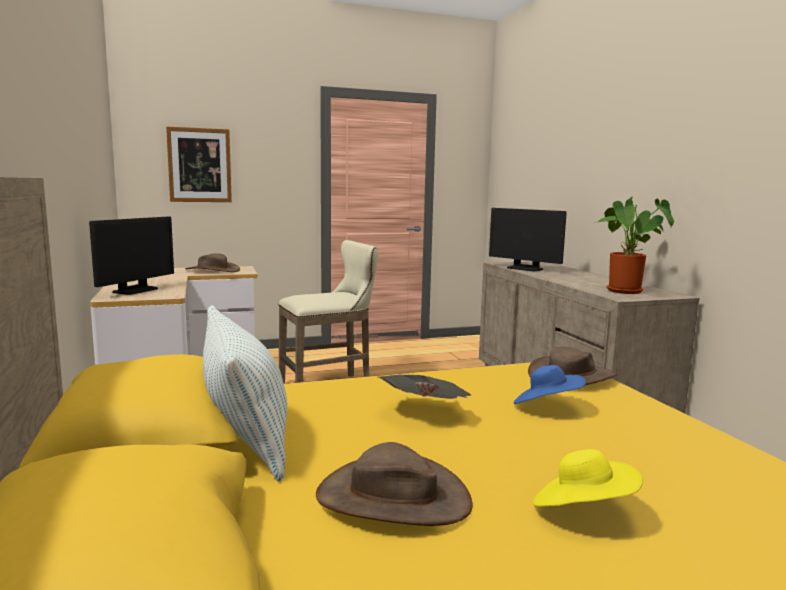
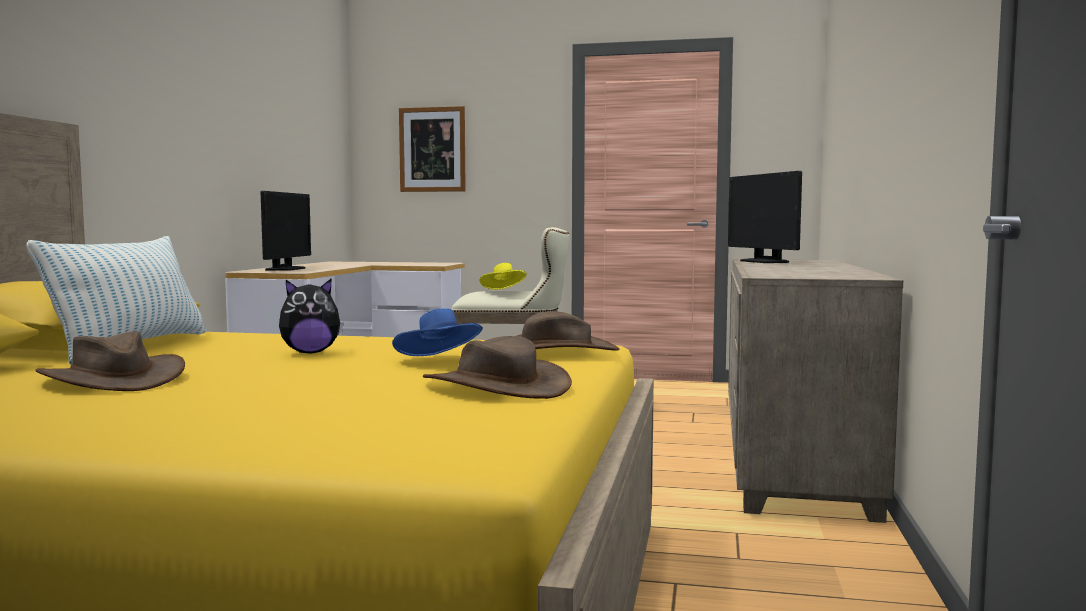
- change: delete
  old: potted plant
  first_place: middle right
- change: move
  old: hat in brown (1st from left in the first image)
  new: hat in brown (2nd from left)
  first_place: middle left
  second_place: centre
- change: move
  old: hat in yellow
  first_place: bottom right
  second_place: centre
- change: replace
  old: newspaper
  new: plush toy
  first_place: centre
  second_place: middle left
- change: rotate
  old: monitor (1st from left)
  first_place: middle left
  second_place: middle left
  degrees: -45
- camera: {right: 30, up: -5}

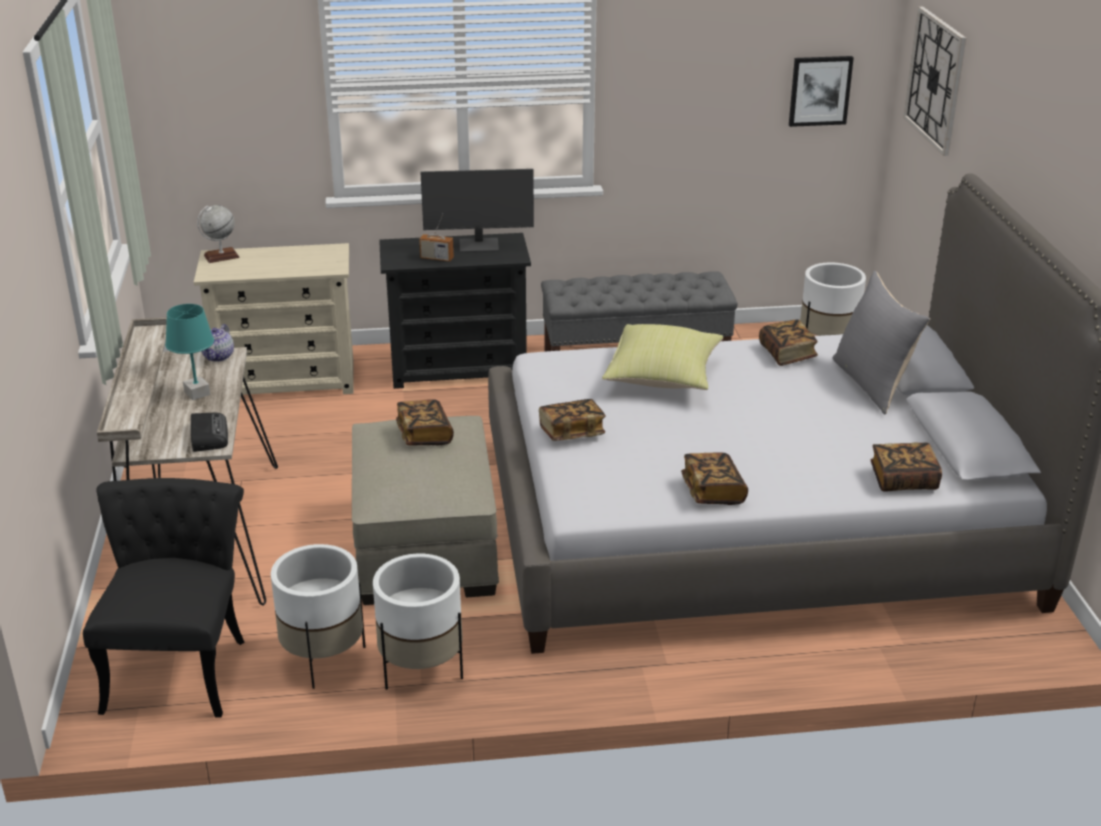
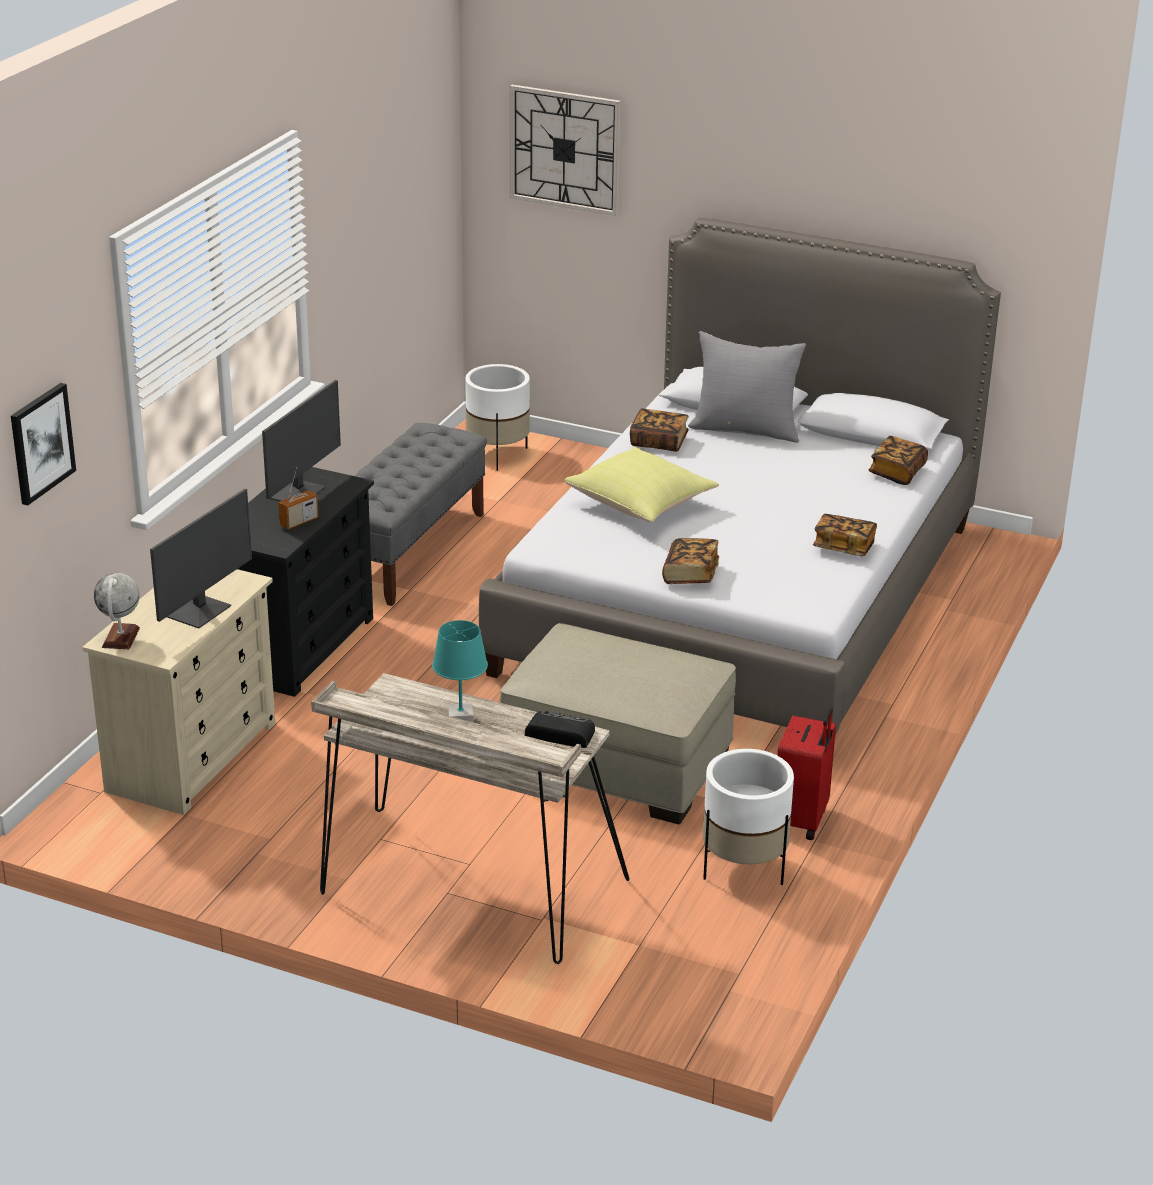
- change: delete
  old: chair in black
  first_place: bottom left
- change: delete
  old: teapot
  first_place: middle left
- change: delete
  old: book (1st from left)
  first_place: centre
- change: insert
  new: monitor (1st from left)
  second_place: middle left
- change: move
  old: picture
  first_place: top right
  second_place: middle left
- change: replace
  old: planter in white (2nd from left)
  new: suitcase in red
  first_place: bottom centre
  second_place: middle right
- camera: {right: -60, up: 0}

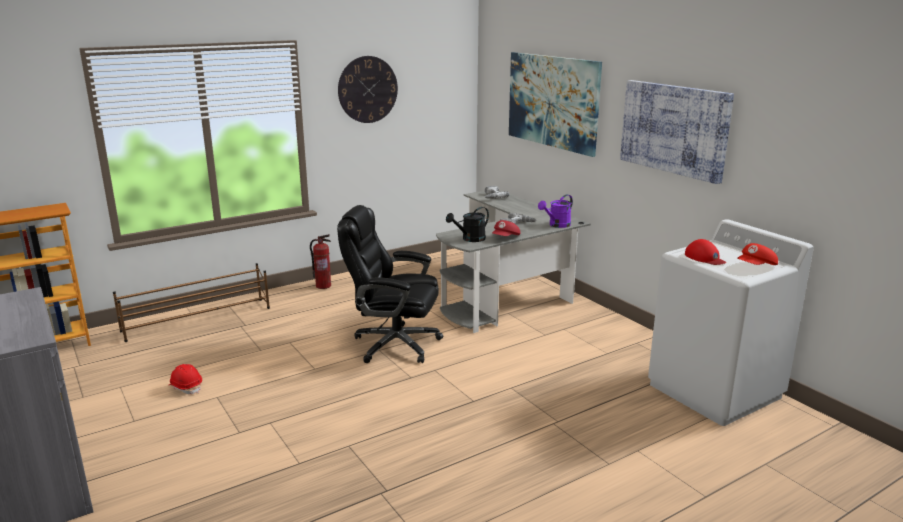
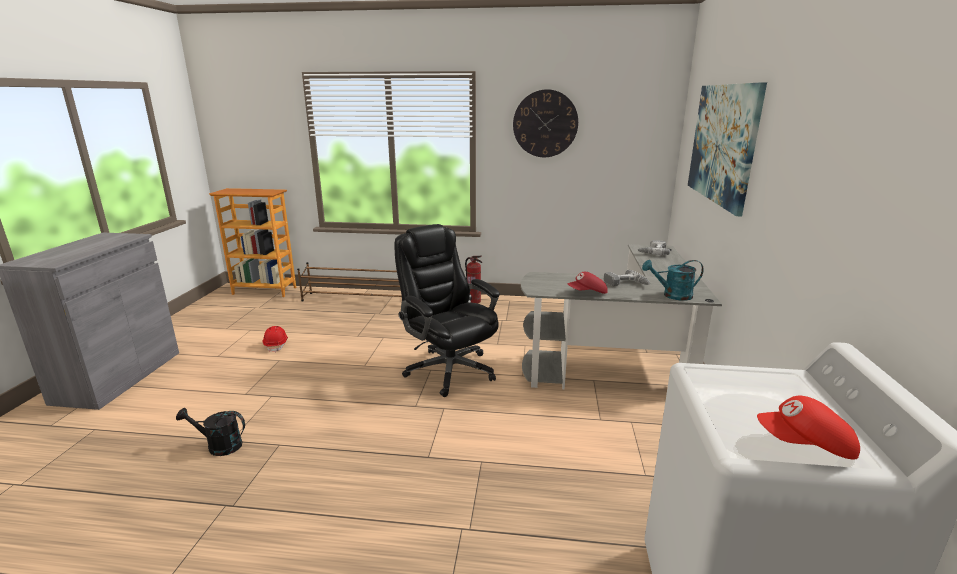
- change: delete
  old: picture (2nd from left)
  first_place: top right
- change: delete
  old: cap in red (2nd from left)
  first_place: middle right
- change: move
  old: watering can in black
  first_place: centre
  second_place: bottom left
- change: recolor
  old: watering can in purple
  new: watering can in turquoise
  first_place: centre
  second_place: middle right
- camera: {right: 40, up: 0}

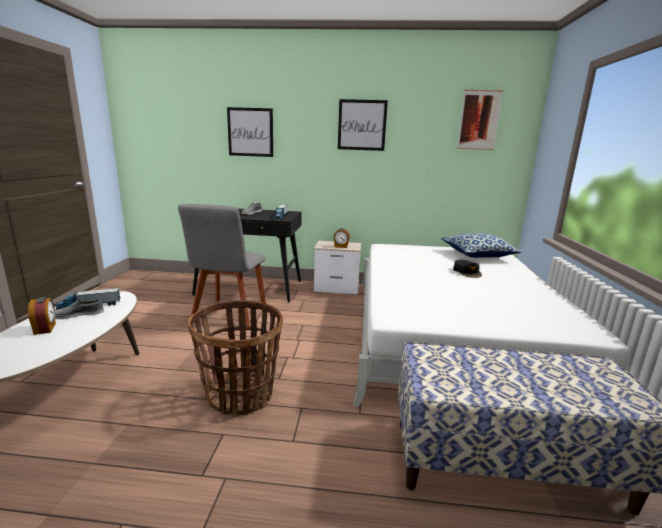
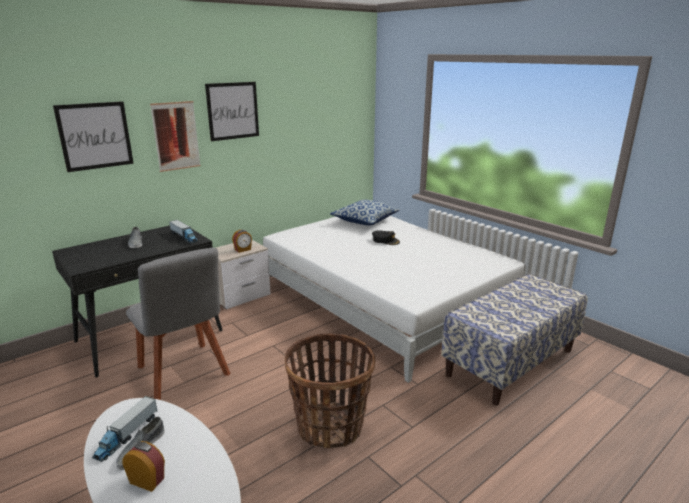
- change: move
  old: picture (3rd from left in the first image)
  new: picture (2nd from left)
  first_place: top right
  second_place: top left
- camera: {right: -45, up: 5}

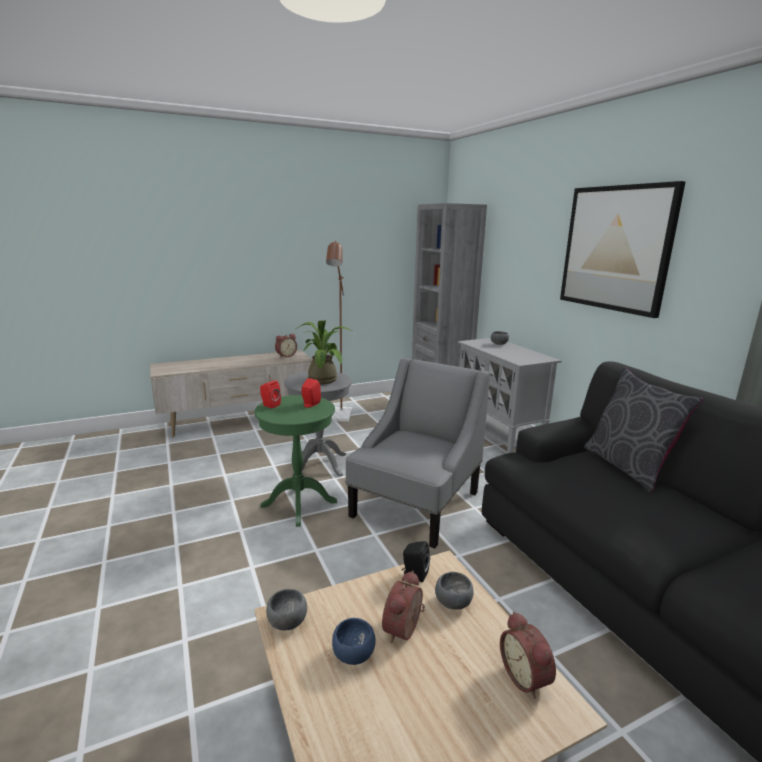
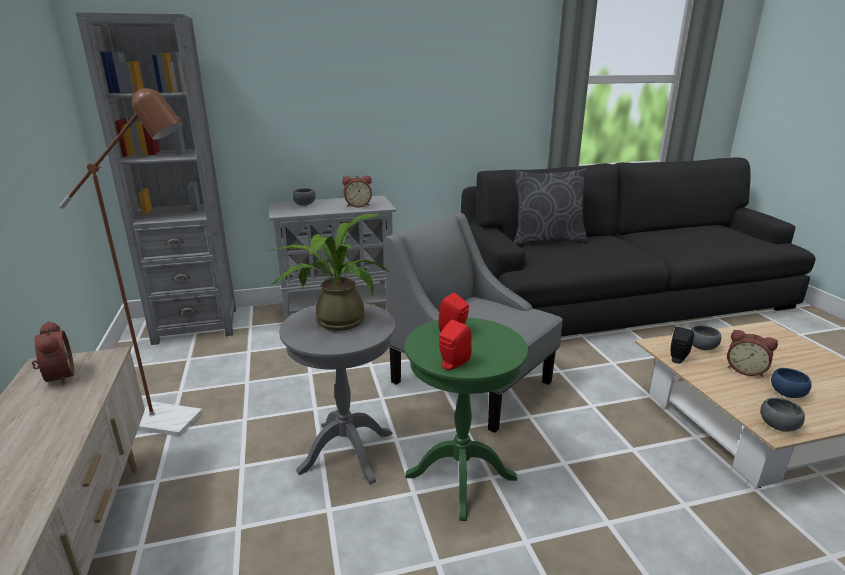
- change: delete
  old: picture
  first_place: top right
- change: move
  old: alarm clock (3rd from left in the first image)
  new: alarm clock (2nd from left)
  first_place: bottom right
  second_place: centre
- camera: {right: -80, up: 5}

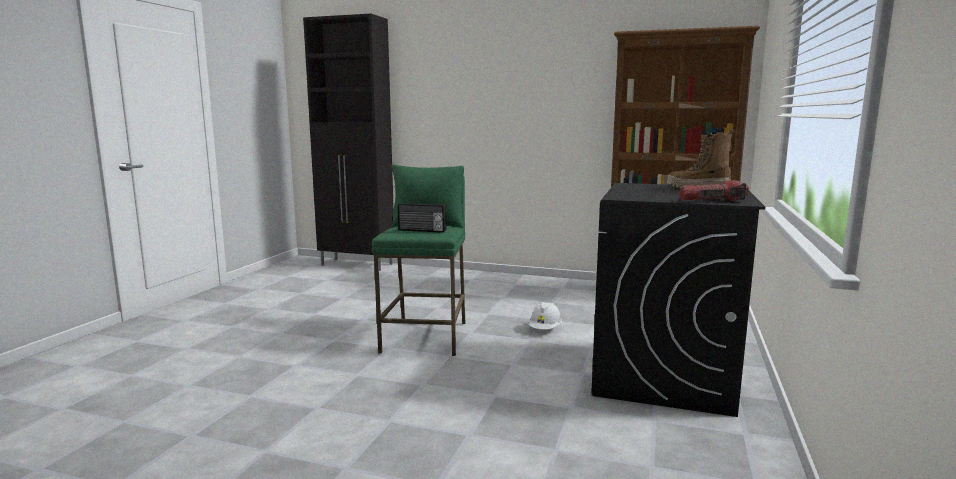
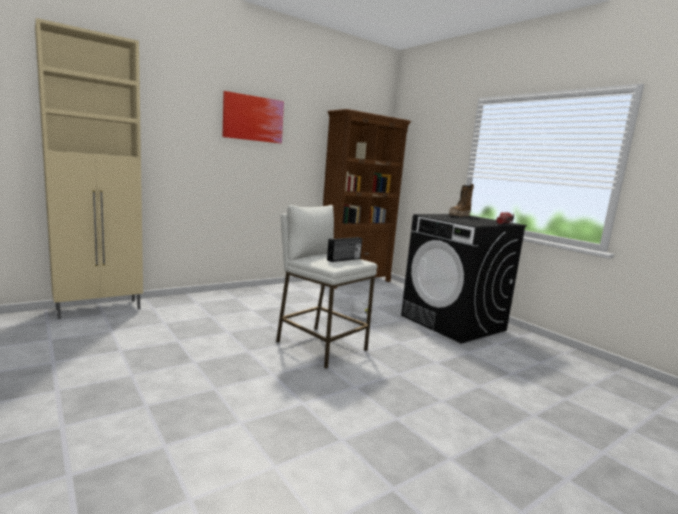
- change: insert
  new: picture
  second_place: top centre
- change: recolor
  old: cabinet in black
  new: cabinet in beige
  first_place: top centre
  second_place: top left
- change: recolor
  old: stool in green
  new: stool in white
  first_place: centre
  second_place: centre
- camera: {right: -55, up: 0}

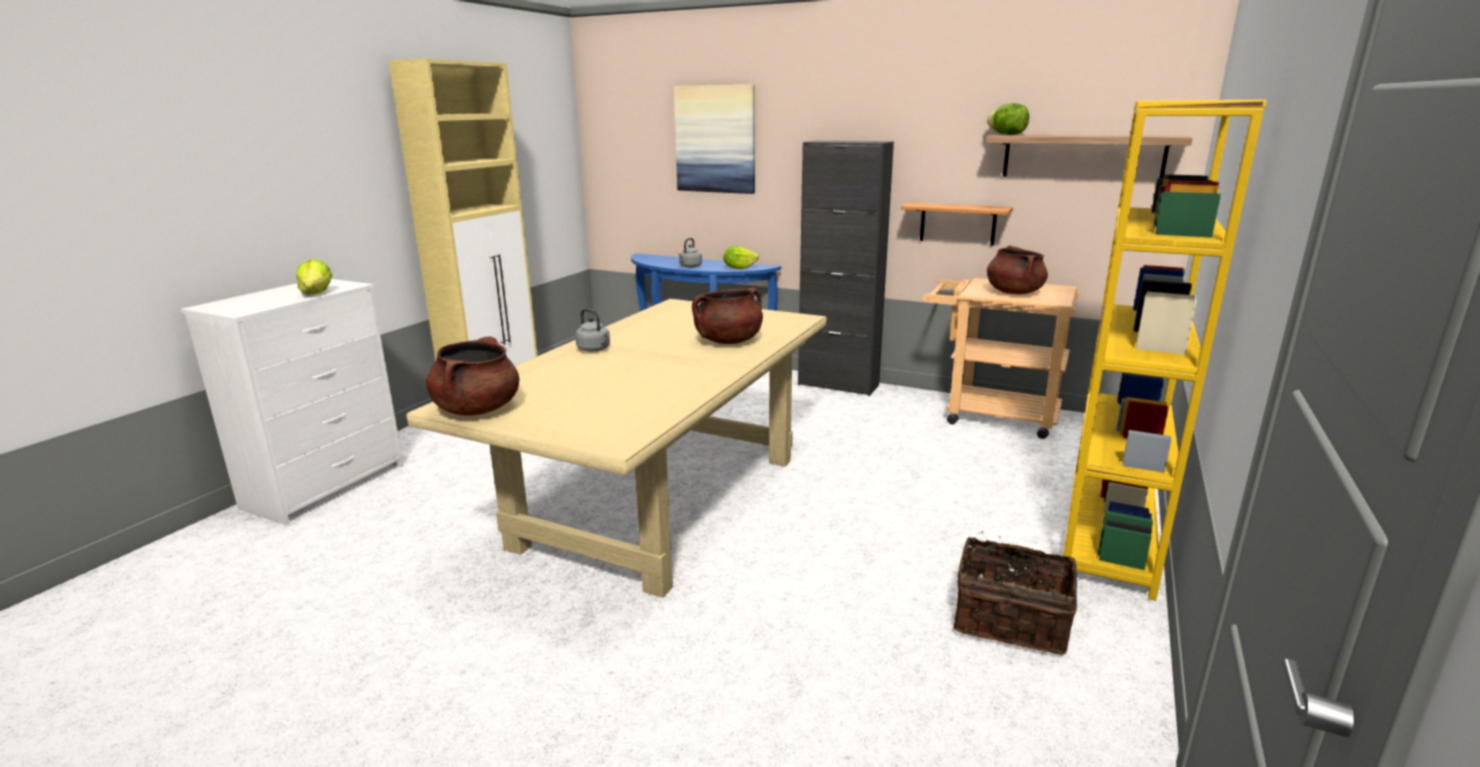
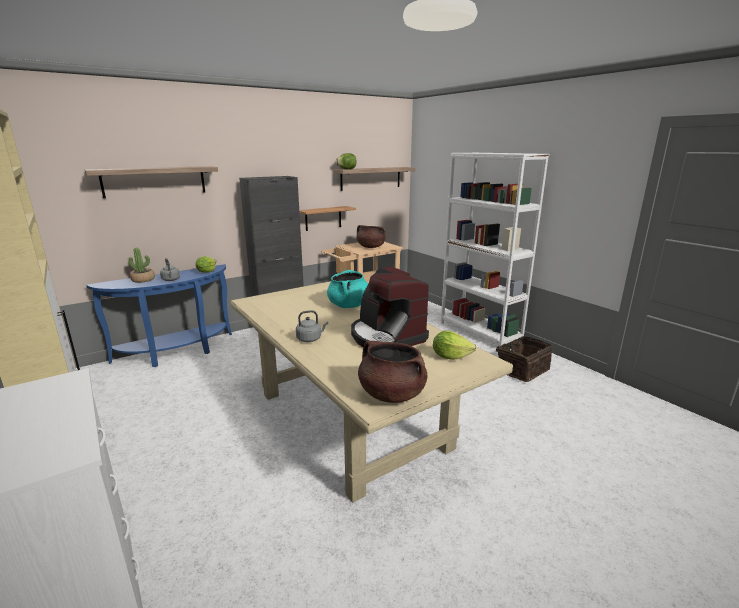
- change: insert
  new: potted plant
  second_place: middle left
- change: insert
  new: coffee machine
  second_place: centre
- change: move
  old: lettuce (1st from left in the first image)
  new: lettuce (3rd from left)
  first_place: middle left
  second_place: centre
- change: replace
  old: picture
  new: shelf (1st from left)
  first_place: top centre
  second_place: top left
- change: recolor
  old: cooking pot in brown (2nd from left)
  new: cooking pot in turquoise
  first_place: centre
  second_place: centre
- change: recolor
  old: bookcase in yellow
  new: bookcase in white
  first_place: middle right
  second_place: middle right
- camera: {right: -60, up: 0}

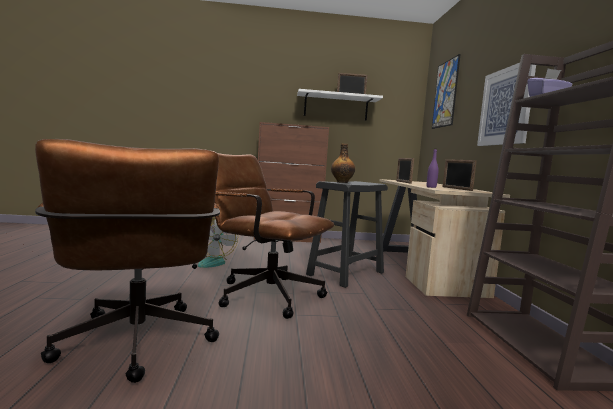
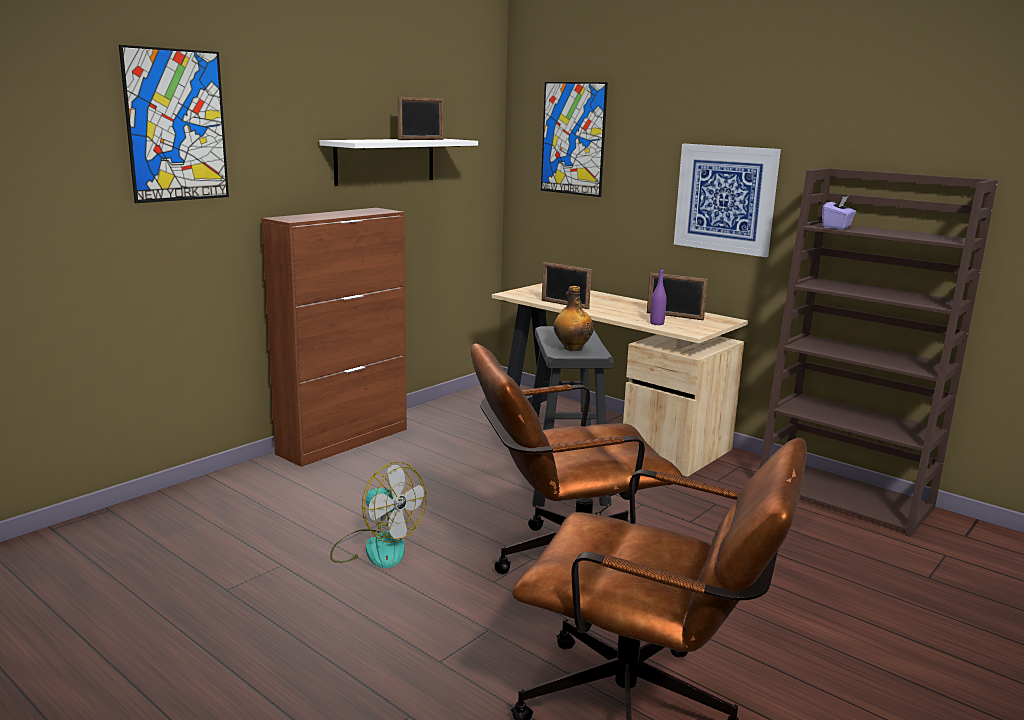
- change: insert
  new: picture (1st from left)
  second_place: top left
- camera: {right: -45, up: 10}

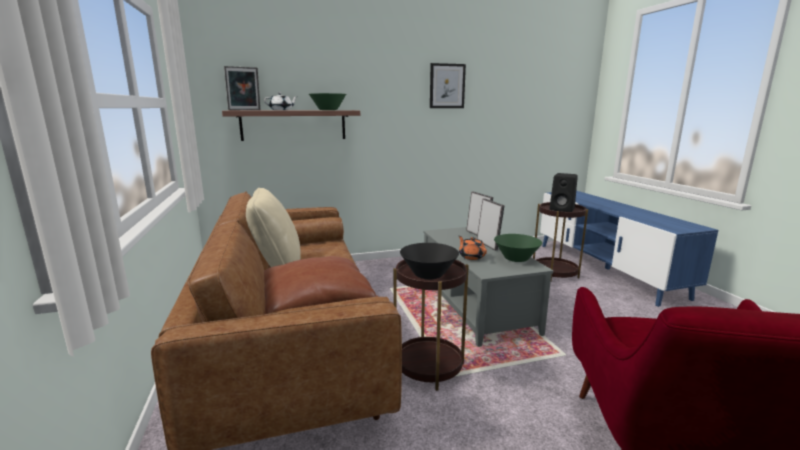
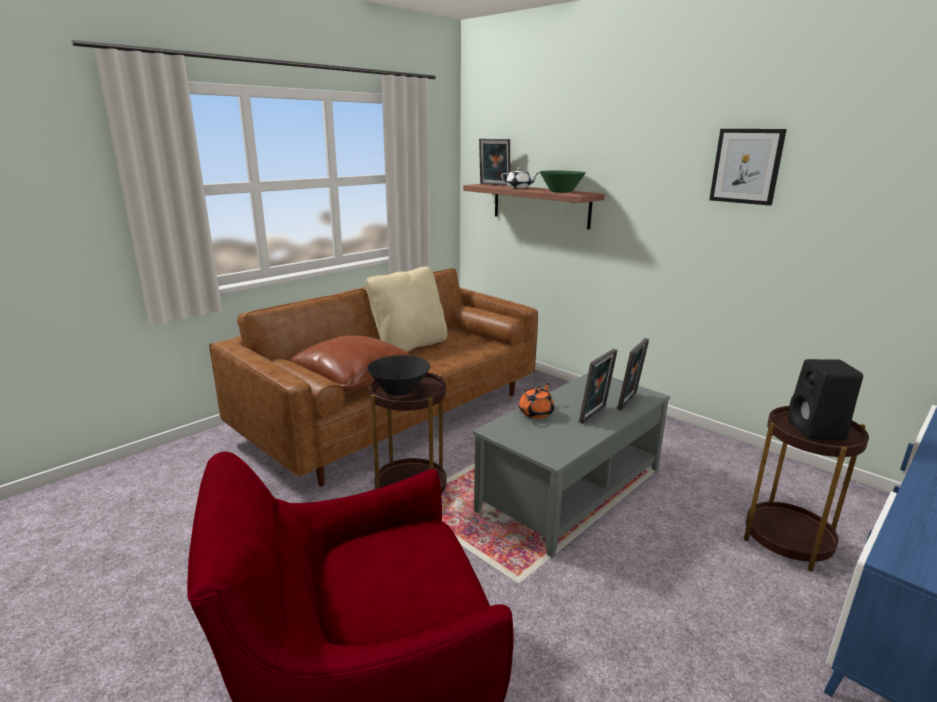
- change: delete
  old: bowl in green (2nd from left)
  first_place: centre
- camera: {right: 60, up: 5}

